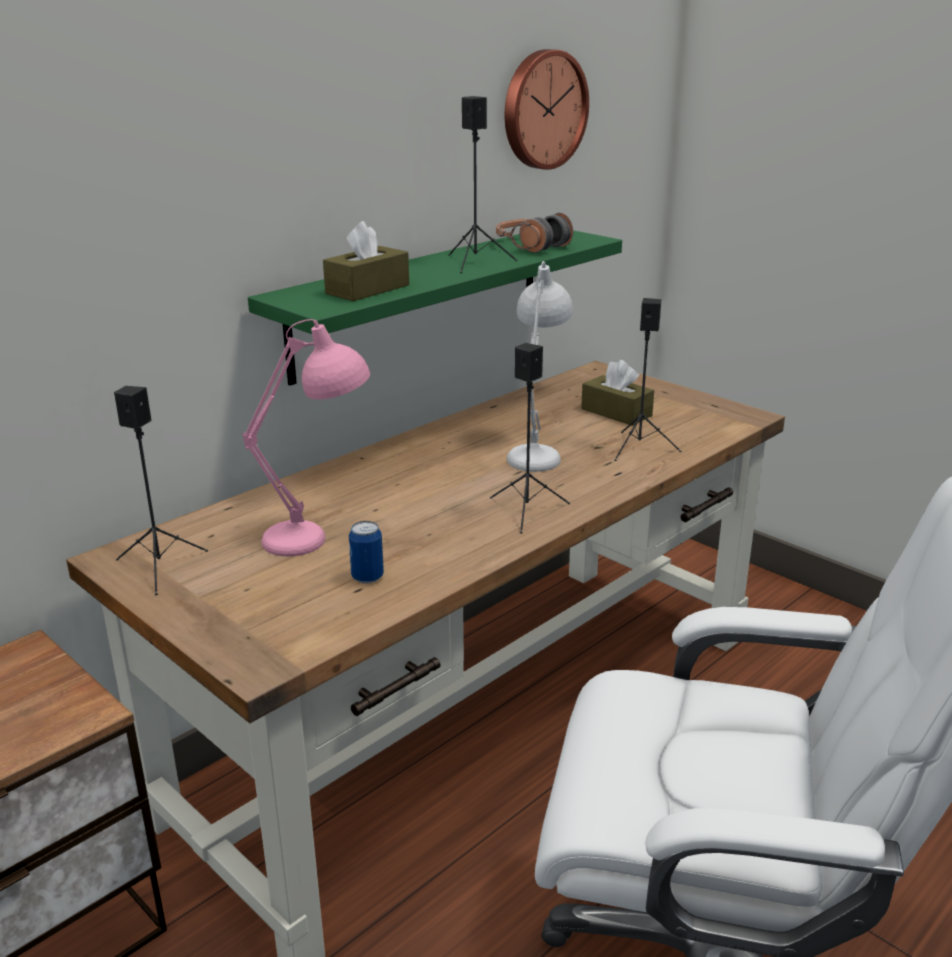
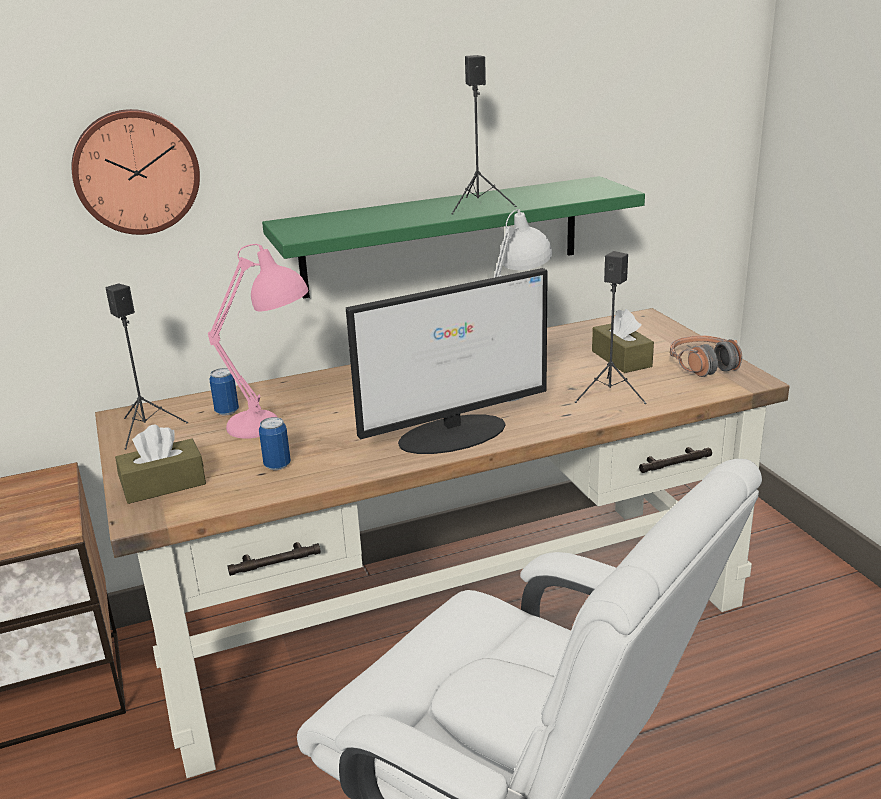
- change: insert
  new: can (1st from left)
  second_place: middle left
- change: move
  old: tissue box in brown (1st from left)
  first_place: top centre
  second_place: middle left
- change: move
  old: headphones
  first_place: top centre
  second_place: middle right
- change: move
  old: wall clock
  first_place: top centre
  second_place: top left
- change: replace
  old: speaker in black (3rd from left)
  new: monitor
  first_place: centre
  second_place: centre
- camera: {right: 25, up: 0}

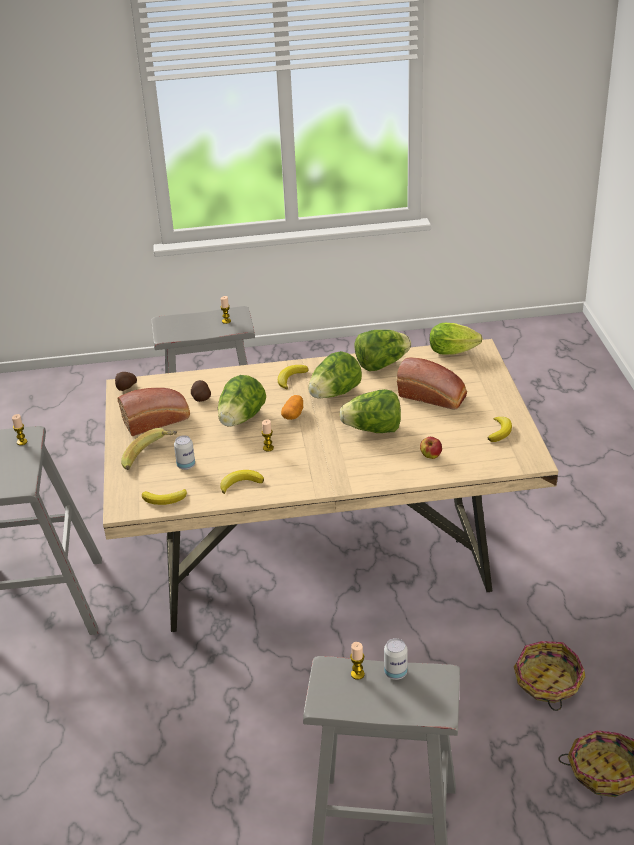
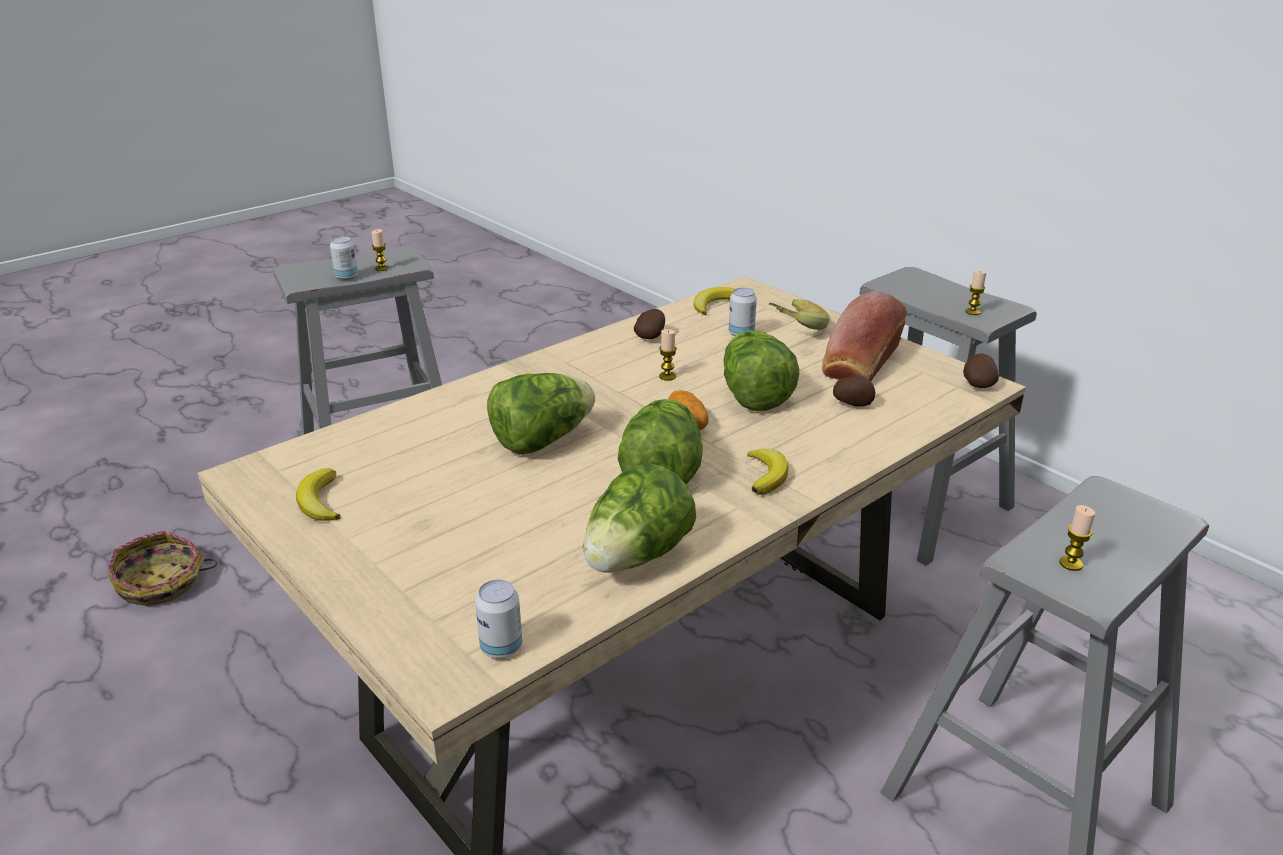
- change: delete
  old: bread (2nd from left)
  first_place: middle right
- change: delete
  old: apple
  first_place: middle right
- change: delete
  old: basket (1st from left)
  first_place: bottom right
- change: replace
  old: banana (3rd from left)
  new: potato (1st from left)
  first_place: centre
  second_place: centre
- change: replace
  old: lettuce (5th from left)
  new: can (2nd from left)
  first_place: middle right
  second_place: bottom centre
- camera: {right: 145, up: -5}

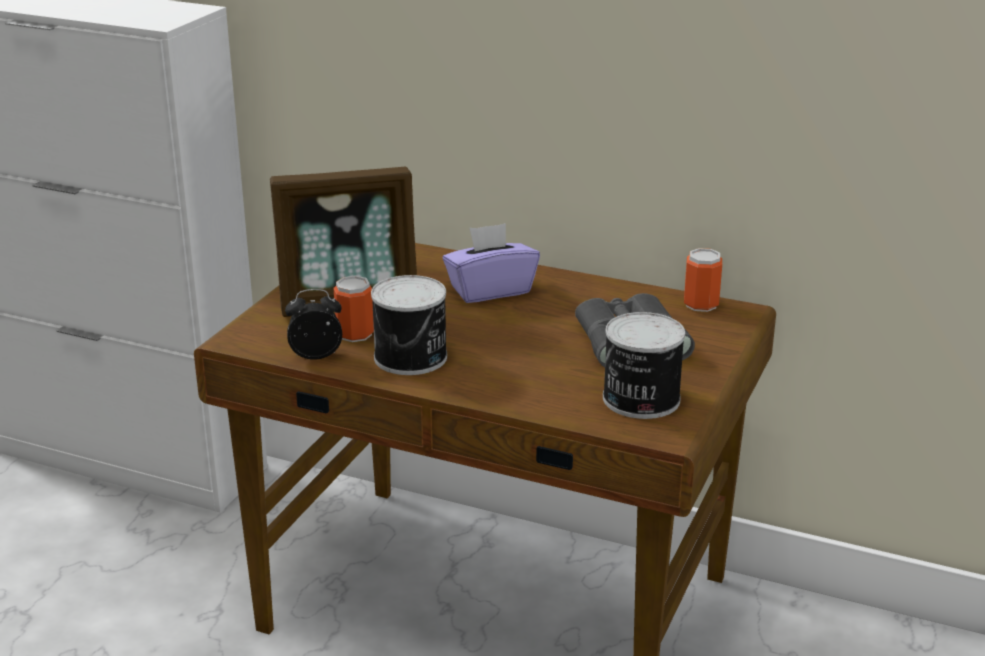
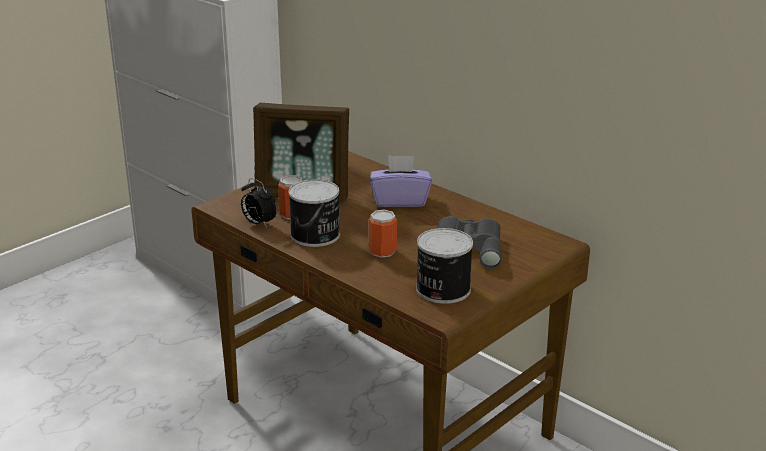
- change: move
  old: can (4th from left in the first image)
  new: can (3rd from left)
  first_place: middle right
  second_place: centre
- change: rotate
  old: alarm clock
  first_place: middle left
  second_place: centre
  degrees: -150
- camera: {right: 20, up: 0}

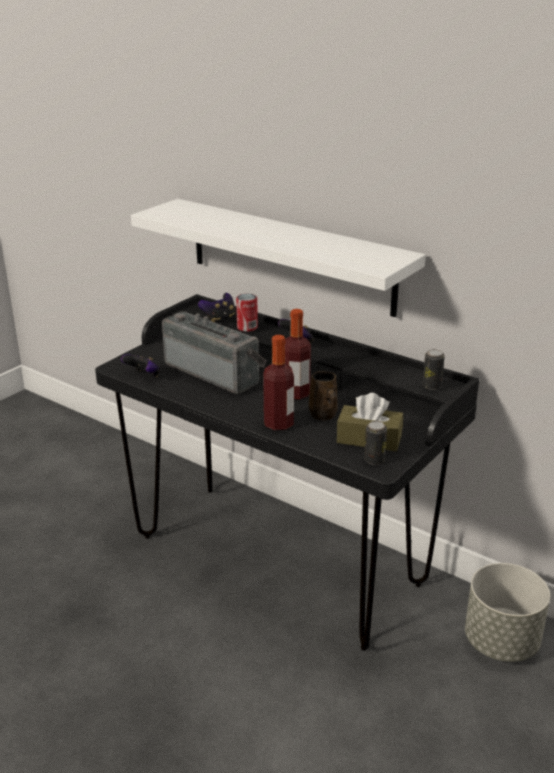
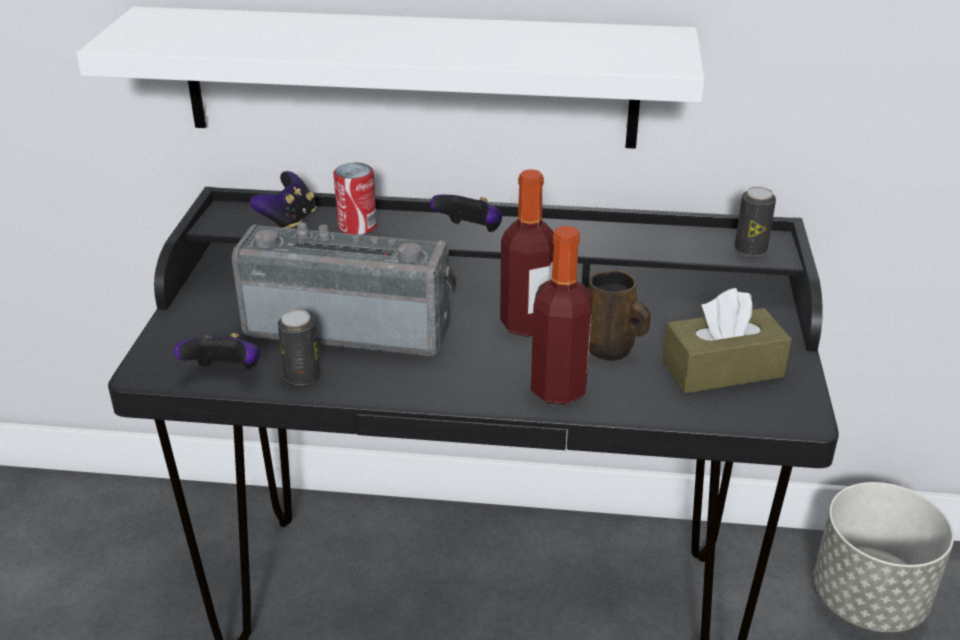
- change: move
  old: can (2nd from left in the first image)
  new: can (1st from left)
  first_place: middle right
  second_place: middle left
- camera: {right: -30, up: 5}

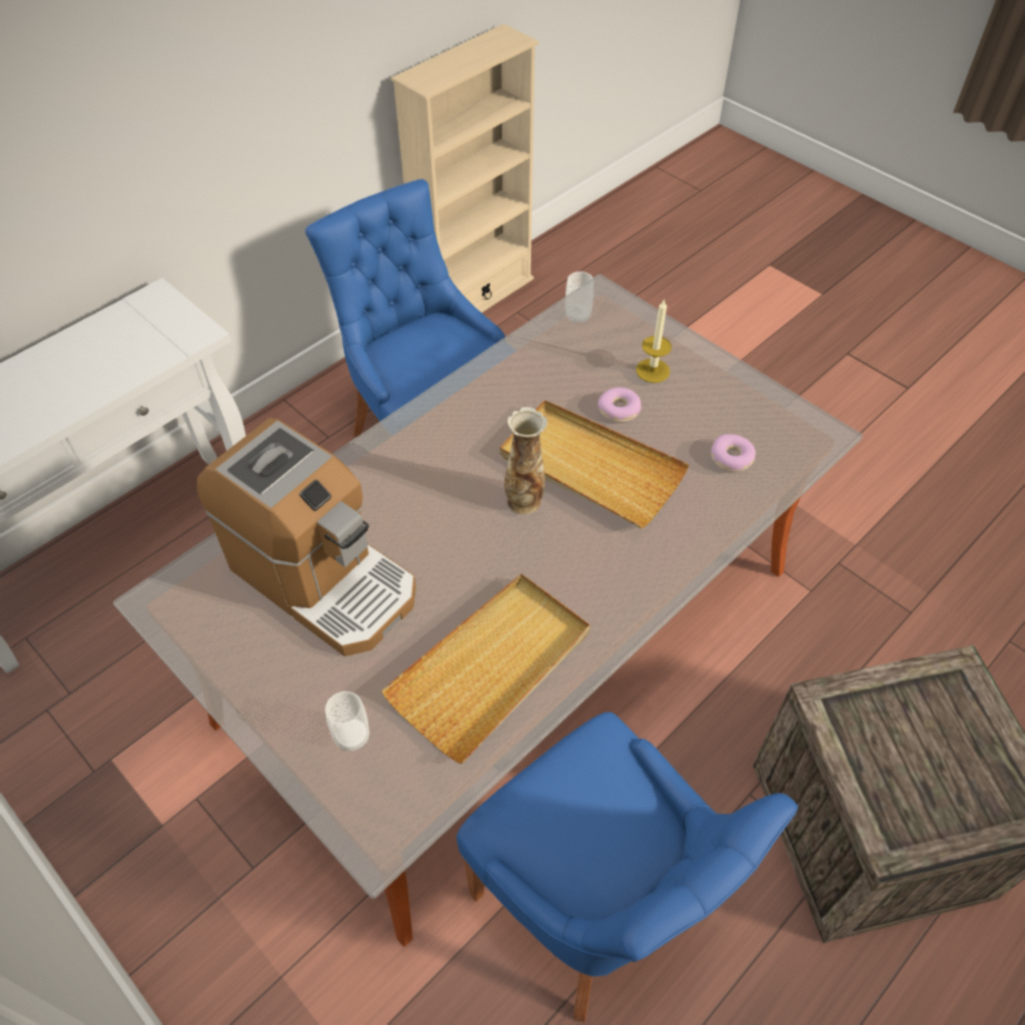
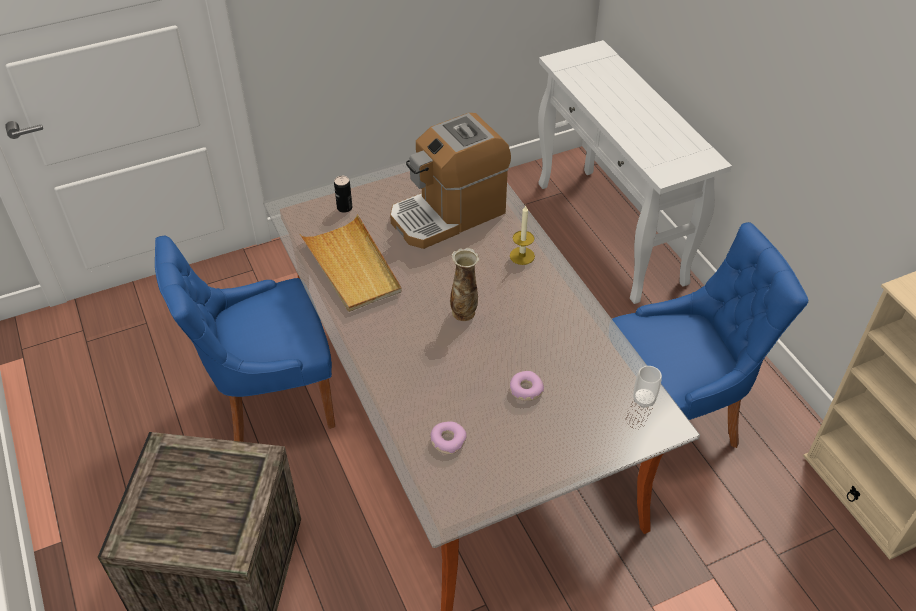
- change: delete
  old: tray in beige (2nd from left)
  first_place: centre
- change: move
  old: candle
  first_place: top centre
  second_place: centre
- change: replace
  old: cup (1st from left)
  new: can
  first_place: bottom centre
  second_place: top centre
- camera: {right: 110, up: -5}

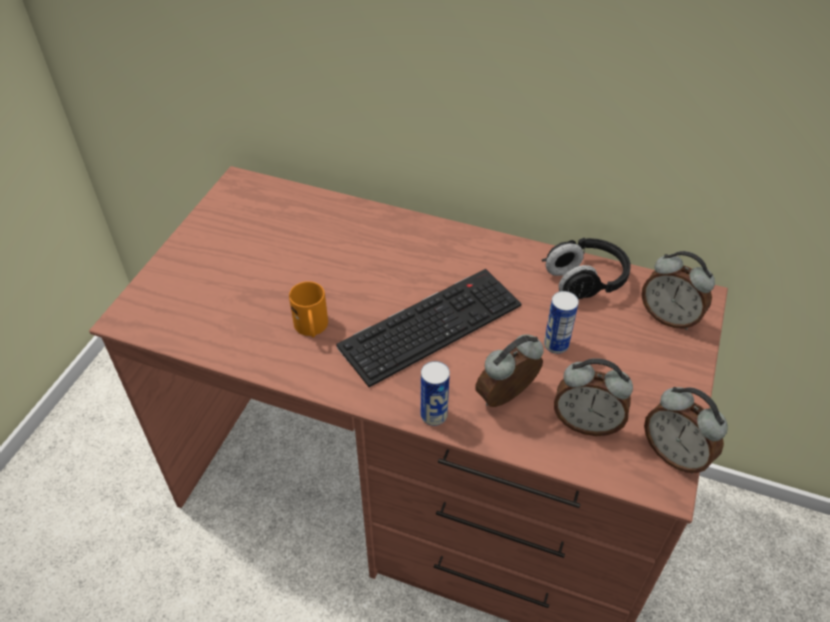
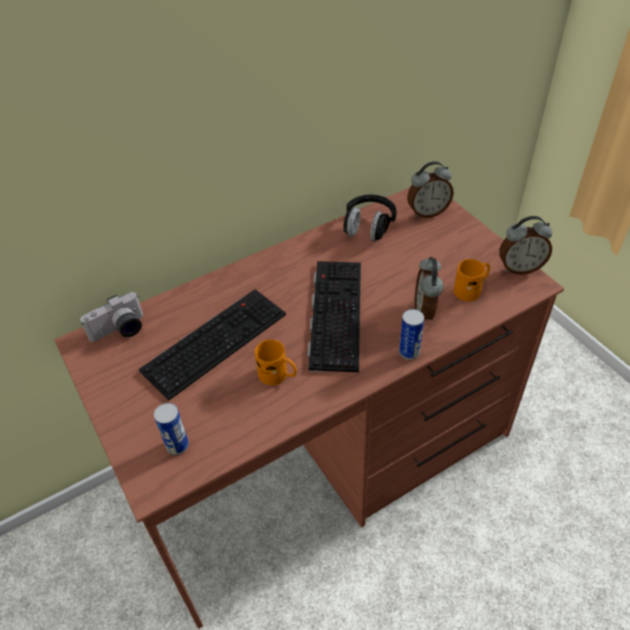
- change: insert
  new: photo camera
  second_place: middle left
- change: insert
  new: keyboard (1st from left)
  second_place: centre
- change: move
  old: can (2nd from left in the first image)
  new: can (1st from left)
  first_place: middle right
  second_place: bottom left
- change: replace
  old: alarm clock (2nd from left)
  new: mug in orange (2nd from left)
  first_place: middle right
  second_place: middle right
- camera: {right: -50, up: 0}

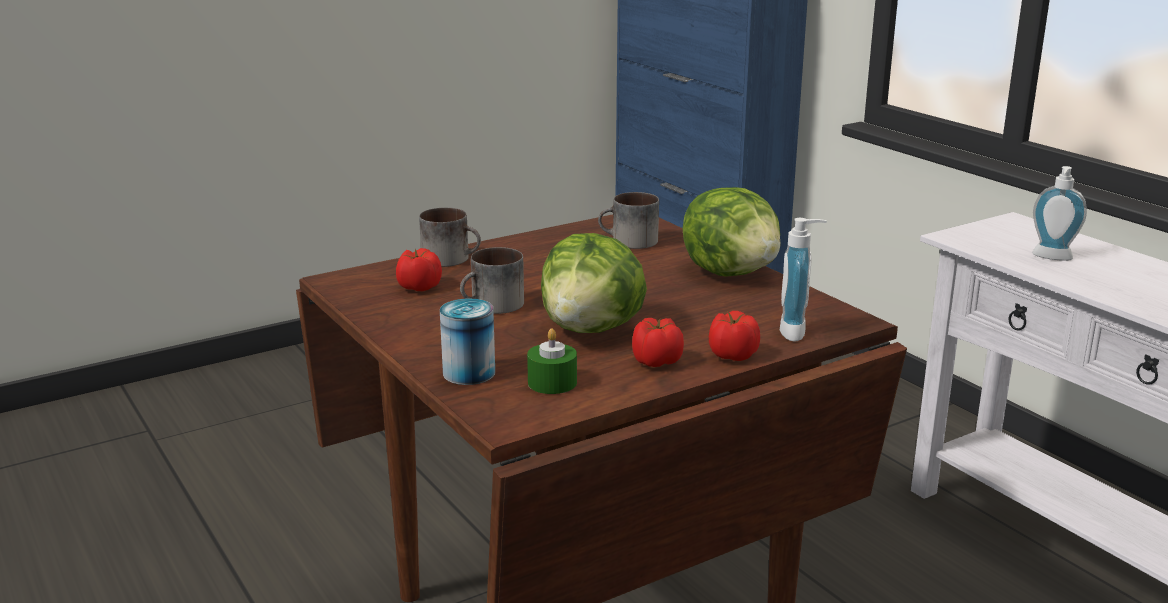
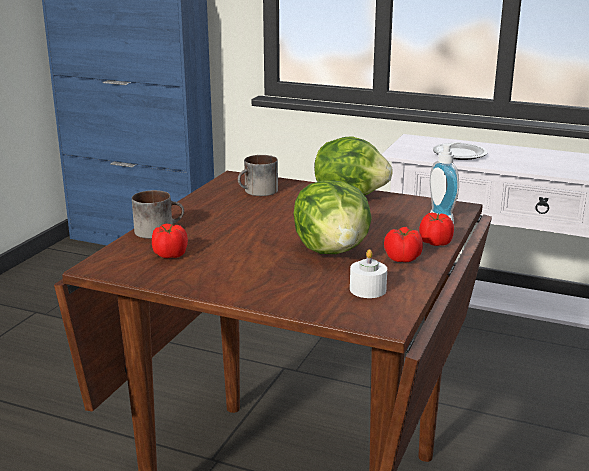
- change: delete
  old: can
  first_place: centre
- change: delete
  old: mug (2nd from left)
  first_place: centre
- change: replace
  old: soap dispenser (2nd from left)
  new: plate
  first_place: middle right
  second_place: top right
- change: recolor
  old: candle in green
  new: candle in white
  first_place: centre
  second_place: centre
- camera: {right: -35, up: 0}

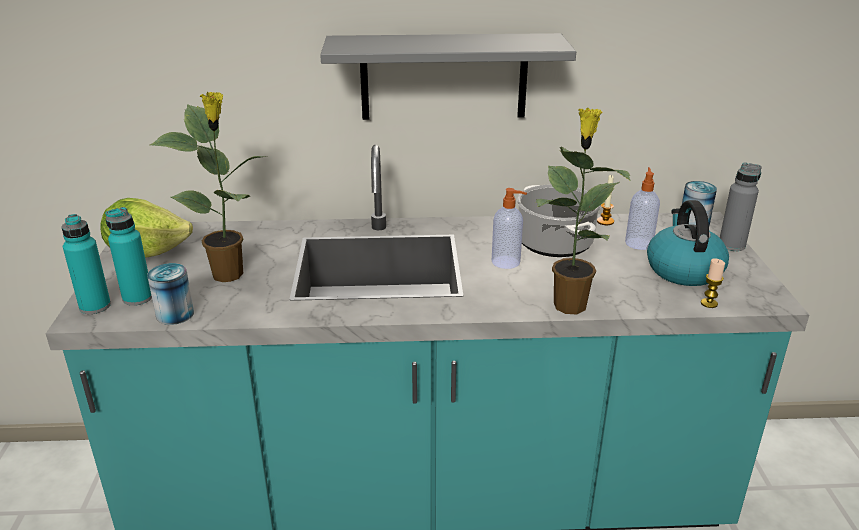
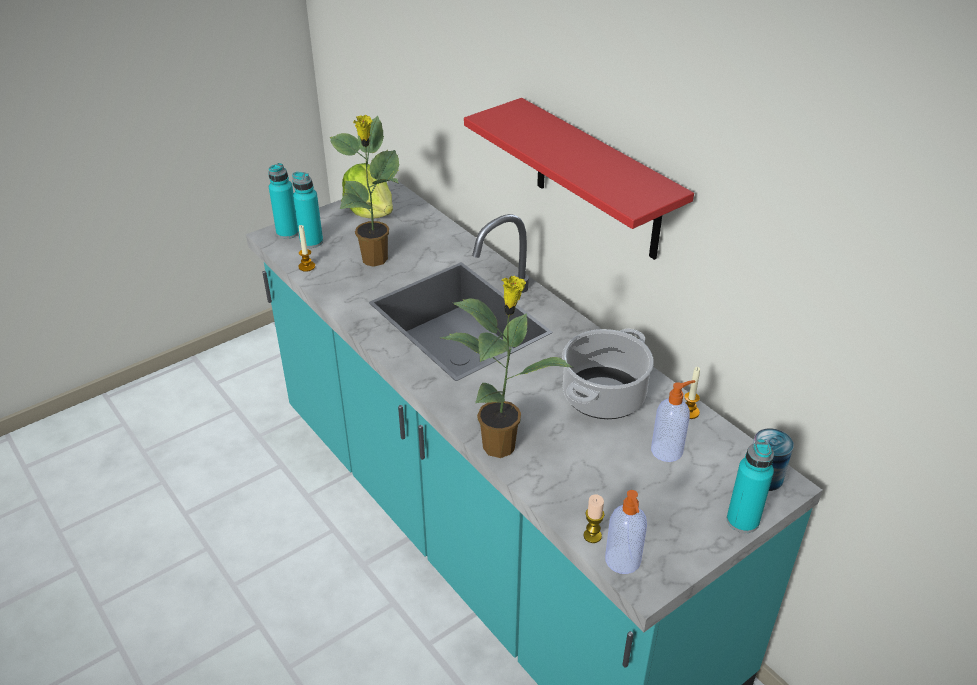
- change: delete
  old: kettle
  first_place: middle right
- change: move
  old: soap dispenser (1st from left)
  first_place: centre
  second_place: bottom centre
- change: replace
  old: can (1st from left)
  new: candle (1st from left)
  first_place: middle left
  second_place: middle left
- change: recolor
  old: shelf in grey
  new: shelf in red
  first_place: top centre
  second_place: top centre
- change: recolor
  old: bottle in grey
  new: bottle in turquoise (3rd from left)
  first_place: middle right
  second_place: bottom right
- camera: {right: 55, up: 10}

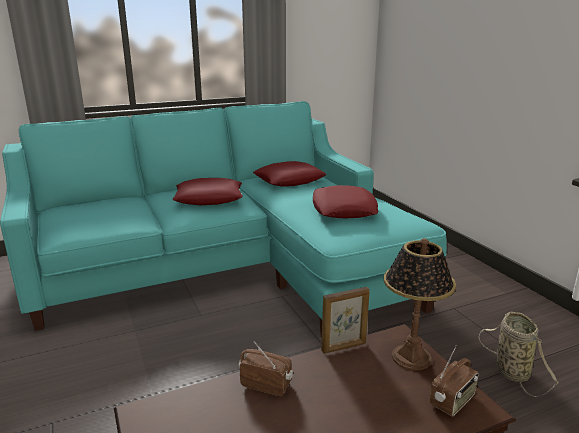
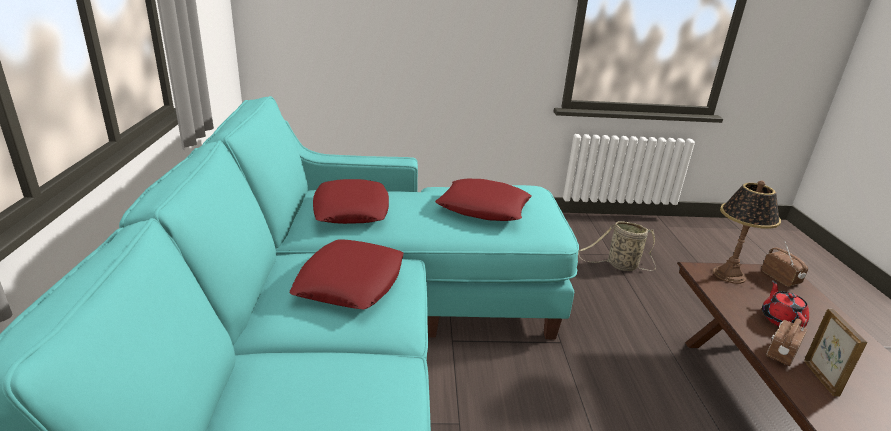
- change: insert
  new: teapot in red
  second_place: bottom right
- change: move
  old: picture frame
  first_place: bottom centre
  second_place: bottom right
- camera: {right: -70, up: 5}

